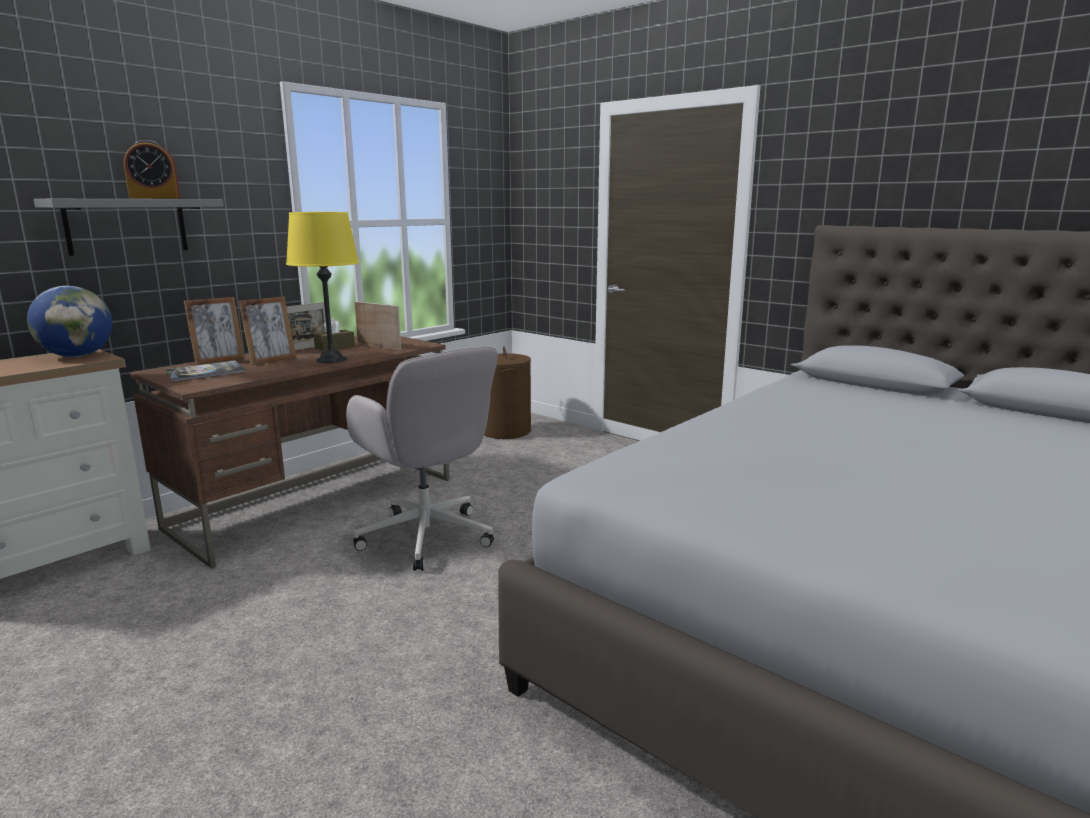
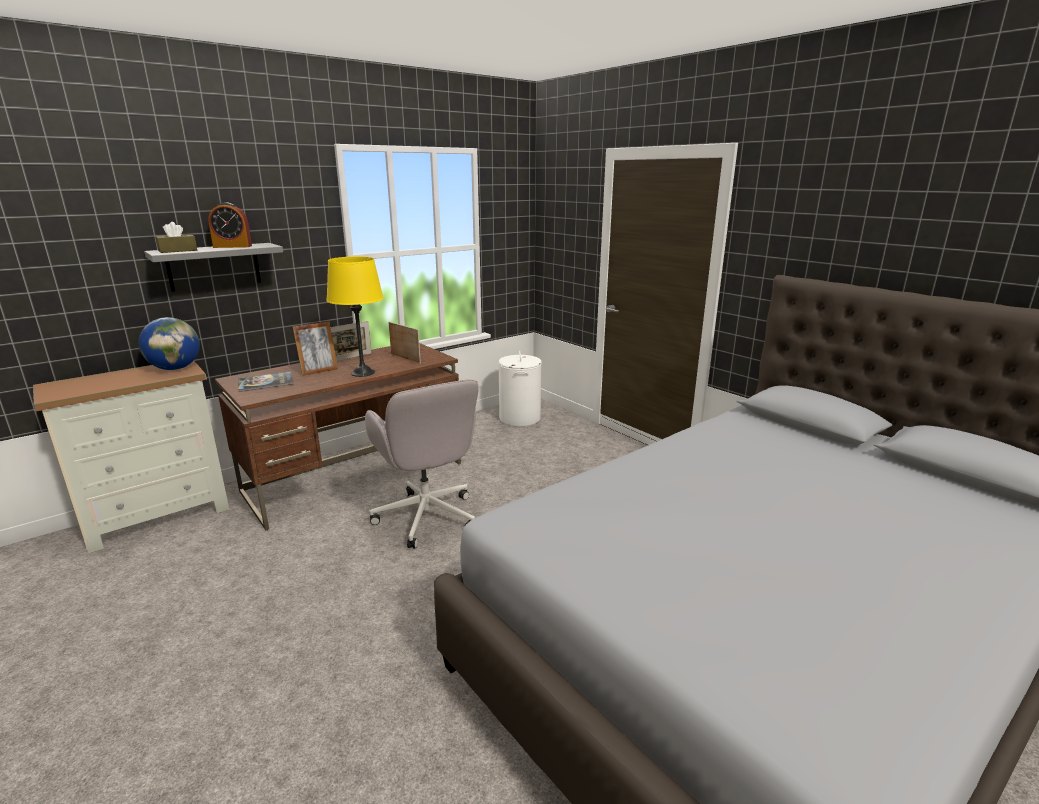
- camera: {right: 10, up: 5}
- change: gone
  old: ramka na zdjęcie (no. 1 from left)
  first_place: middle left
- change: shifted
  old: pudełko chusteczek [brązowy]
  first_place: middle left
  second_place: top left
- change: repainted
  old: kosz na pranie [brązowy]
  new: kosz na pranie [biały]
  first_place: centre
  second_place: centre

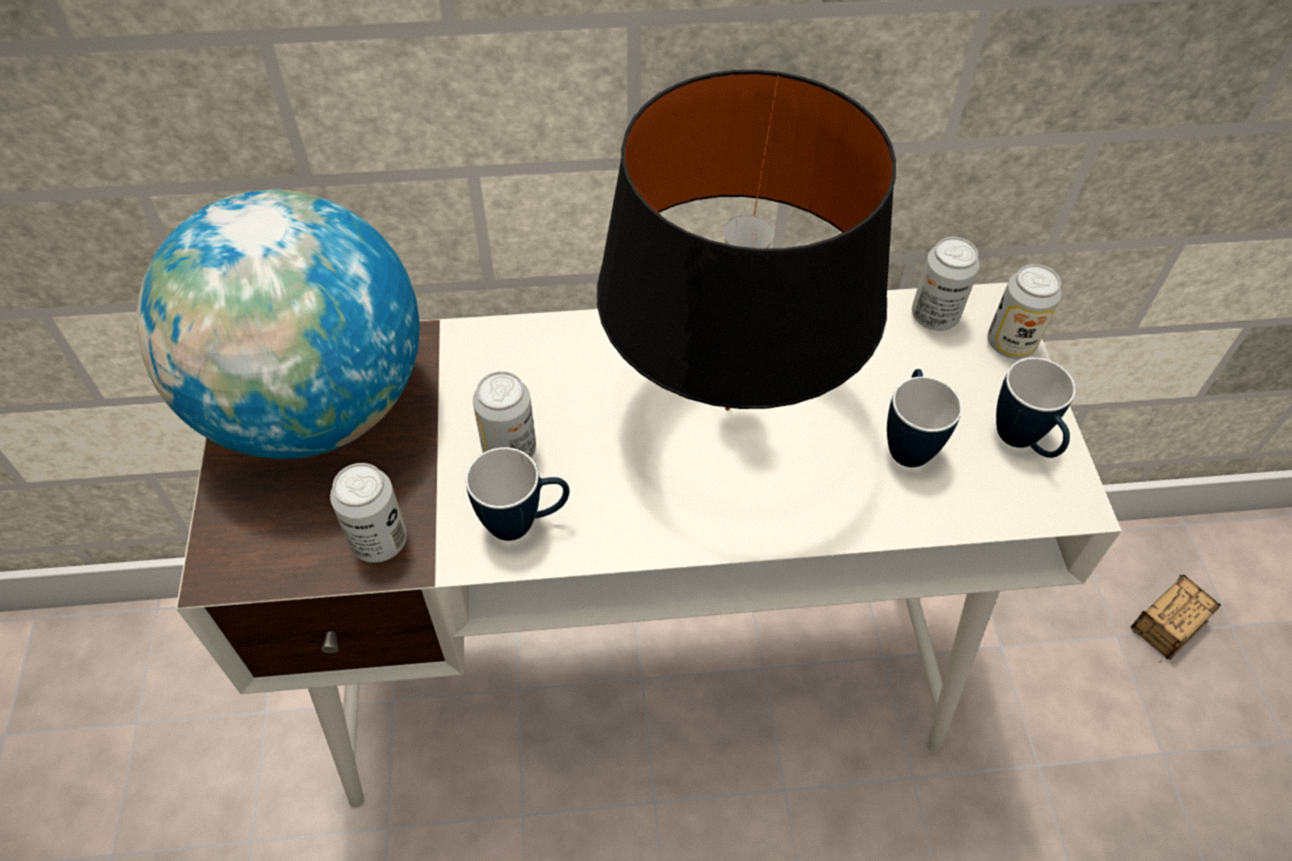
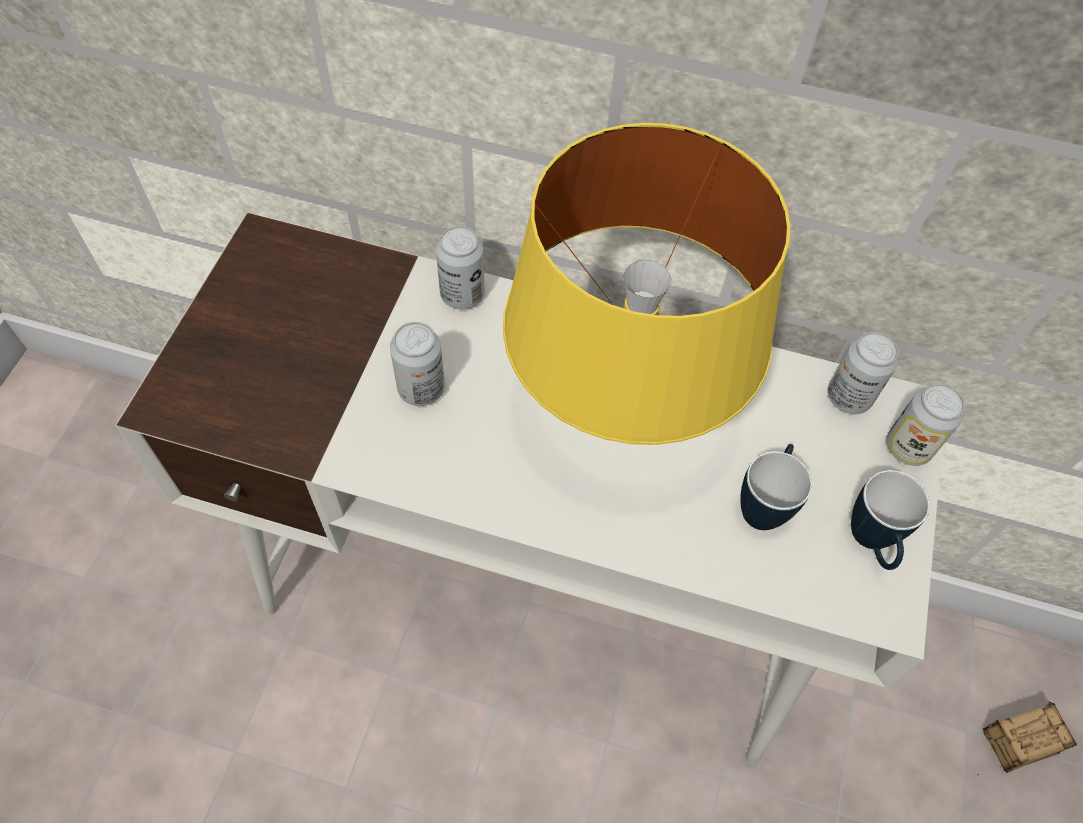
- camera: {right: 20, up: 5}
- change: gone
  old: globus
  first_place: middle left
- change: gone
  old: kubek (no. 1 from left)
  first_place: centre
- change: shifted
  old: puszka (no. 1 from left in the first image)
  new: puszka (no. 2 from left)
  first_place: middle left
  second_place: top centre
- change: repainted
  old: lampa stołowa [czarny]
  new: lampa stołowa [żółty]
  first_place: top centre
  second_place: centre

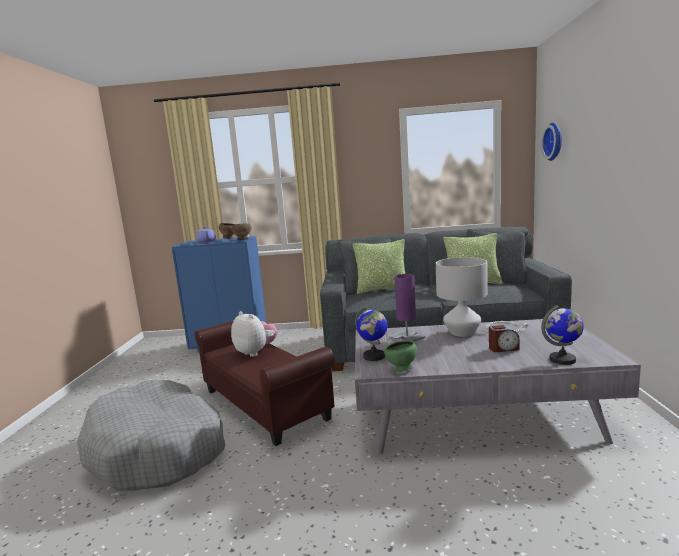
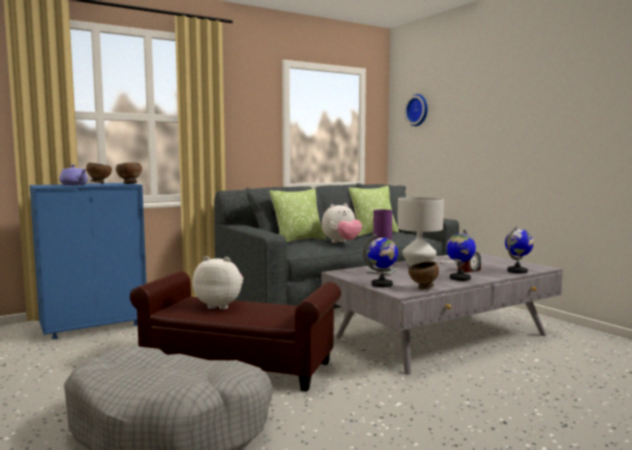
- camera: {right: -35, up: -5}
- change: new
  new: pluszak (no. 2 from left)
  second_place: centre
- change: new
  new: globus (no. 2 from left)
  second_place: middle right
- change: repainted
  old: miska [zielony]
  new: miska [brązowy] (no. 3 from left)
  first_place: centre
  second_place: middle right

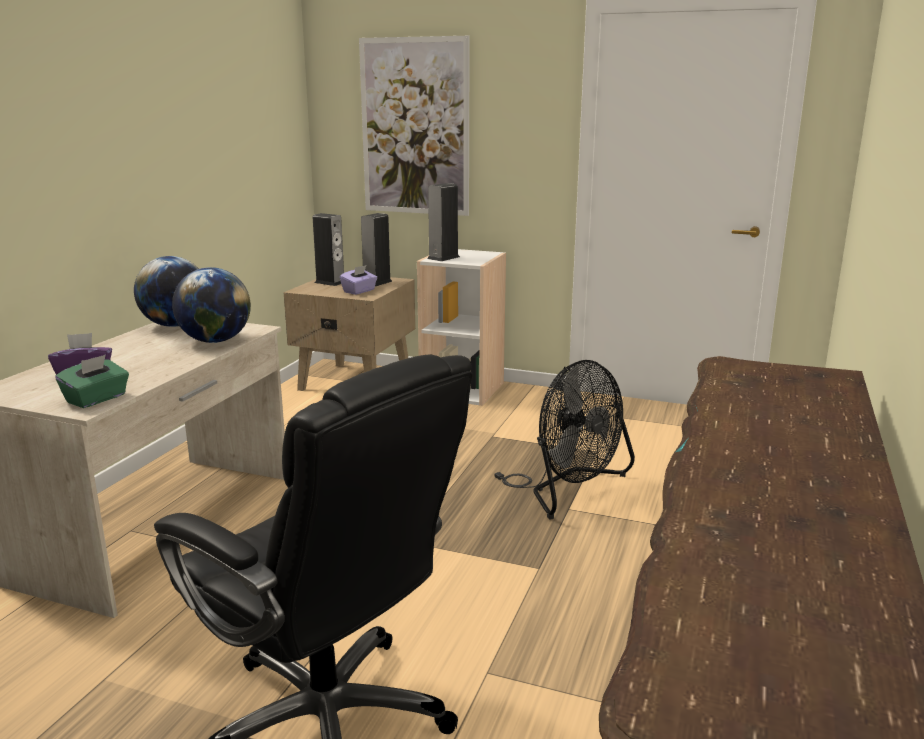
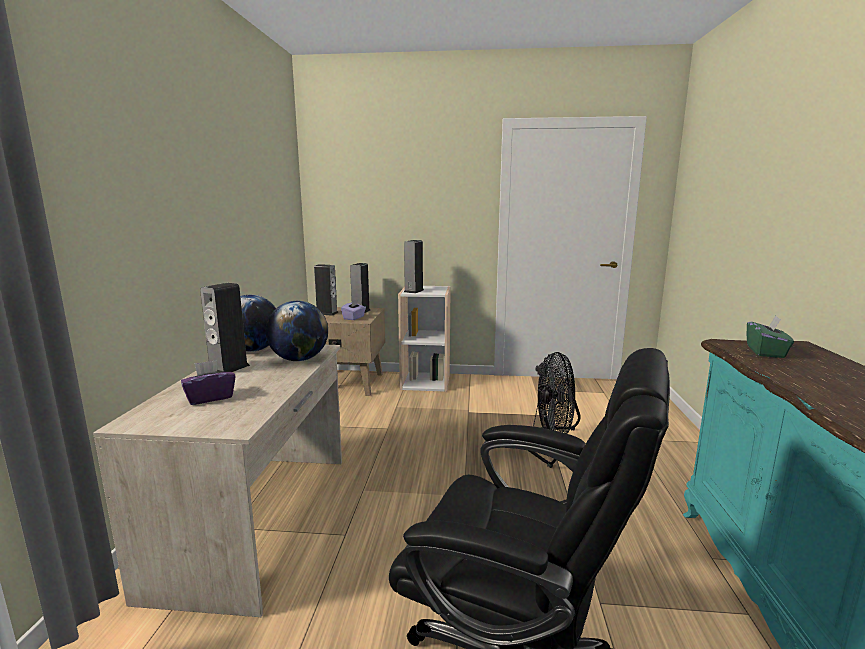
- camera: {right: -15, up: -5}
- change: gone
  old: obraz
  first_place: top centre
- change: new
  new: głośnik (no. 1 from left)
  second_place: middle left
- change: shifted
  old: pudełko chusteczek [zielony]
  first_place: middle left
  second_place: middle right

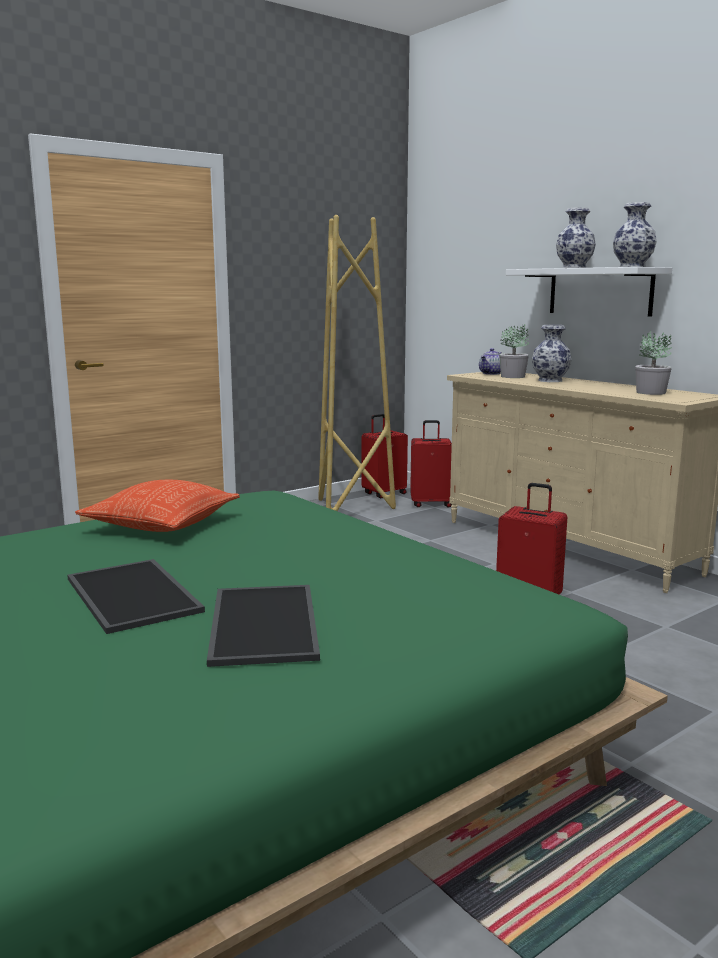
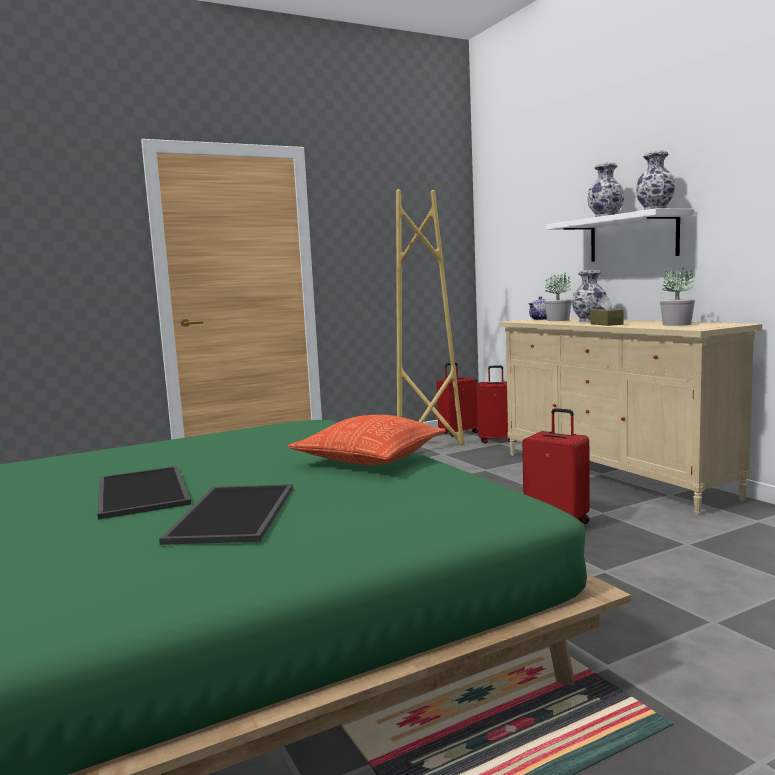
- camera: {right: 10, up: -5}
- change: new
  new: pudełko chusteczek [brązowy]
  second_place: middle right
- change: shifted
  old: poduszka [pomarańczowy]
  first_place: middle left
  second_place: centre

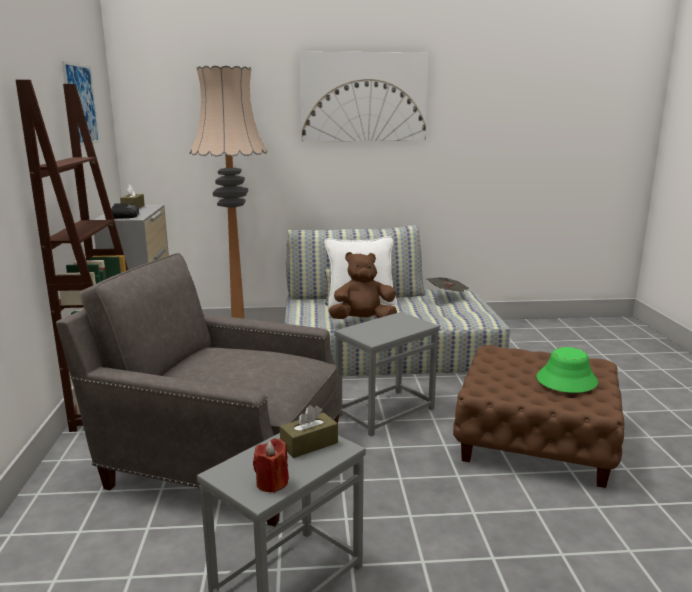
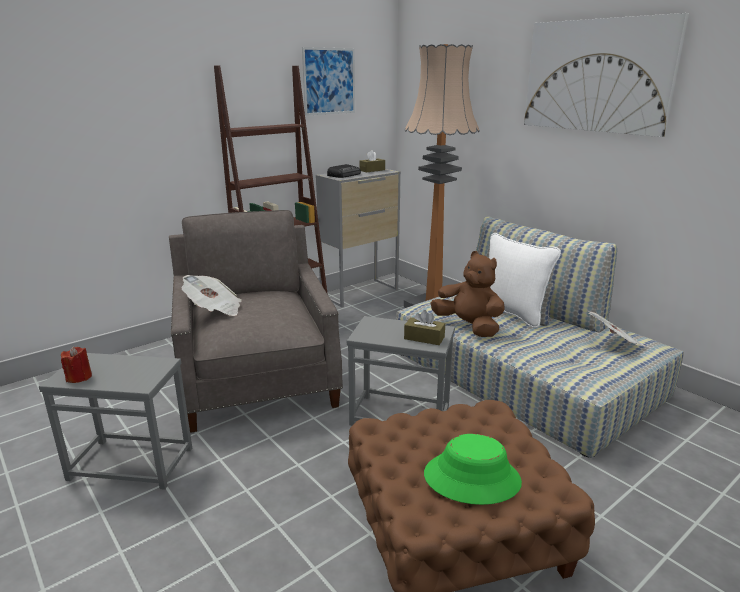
- camera: {right: 55, up: 5}
- change: new
  new: gazeta (no. 1 from left)
  second_place: middle left
- change: shifted
  old: pudełko chusteczek [brązowy] (no. 2 from left)
  first_place: bottom centre
  second_place: centre

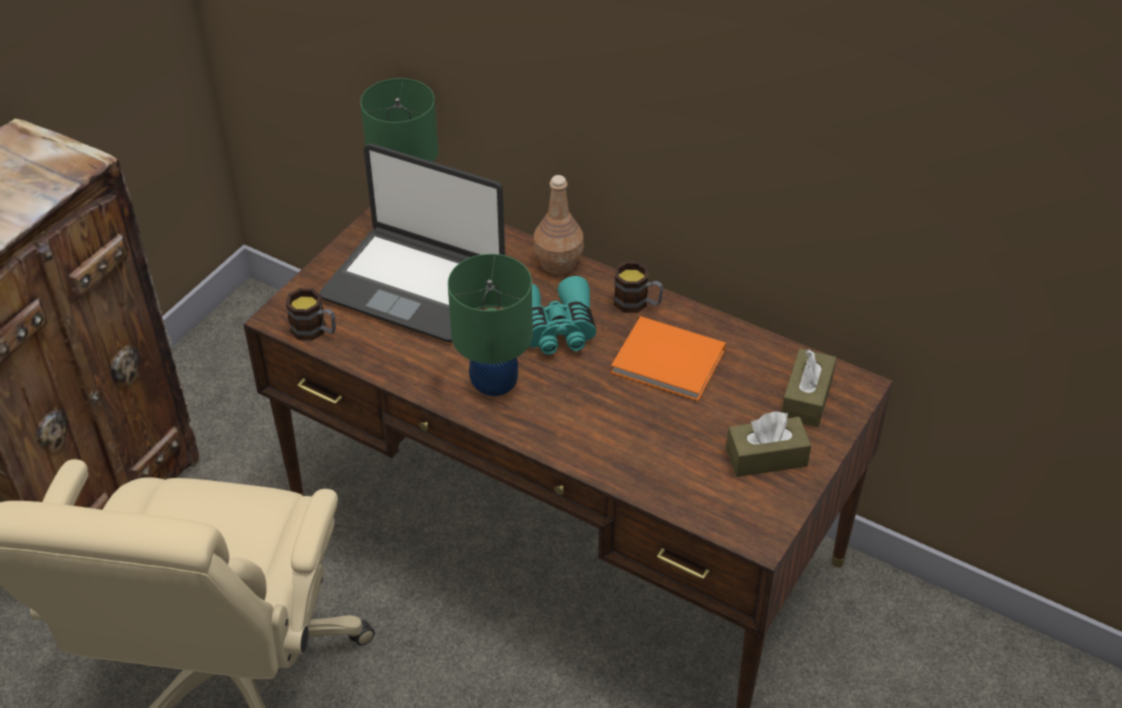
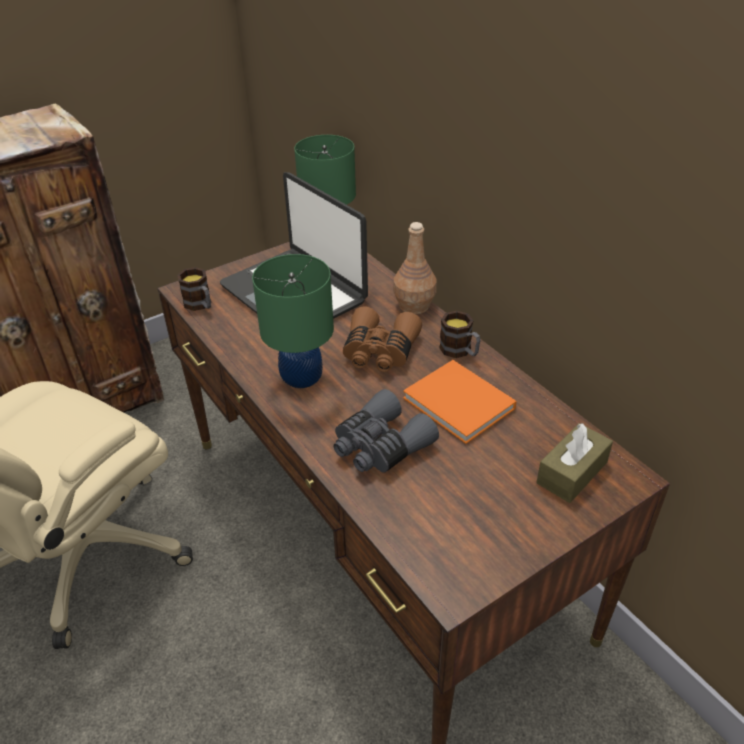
- camera: {right: 25, up: -5}
- change: gone
  old: pudełko chusteczek [brązowy] (no. 1 from left)
  first_place: middle right
- change: new
  new: lornetka [szary]
  second_place: centre
- change: repainted
  old: lornetka [turkusowy]
  new: lornetka [brązowy]
  first_place: centre
  second_place: centre

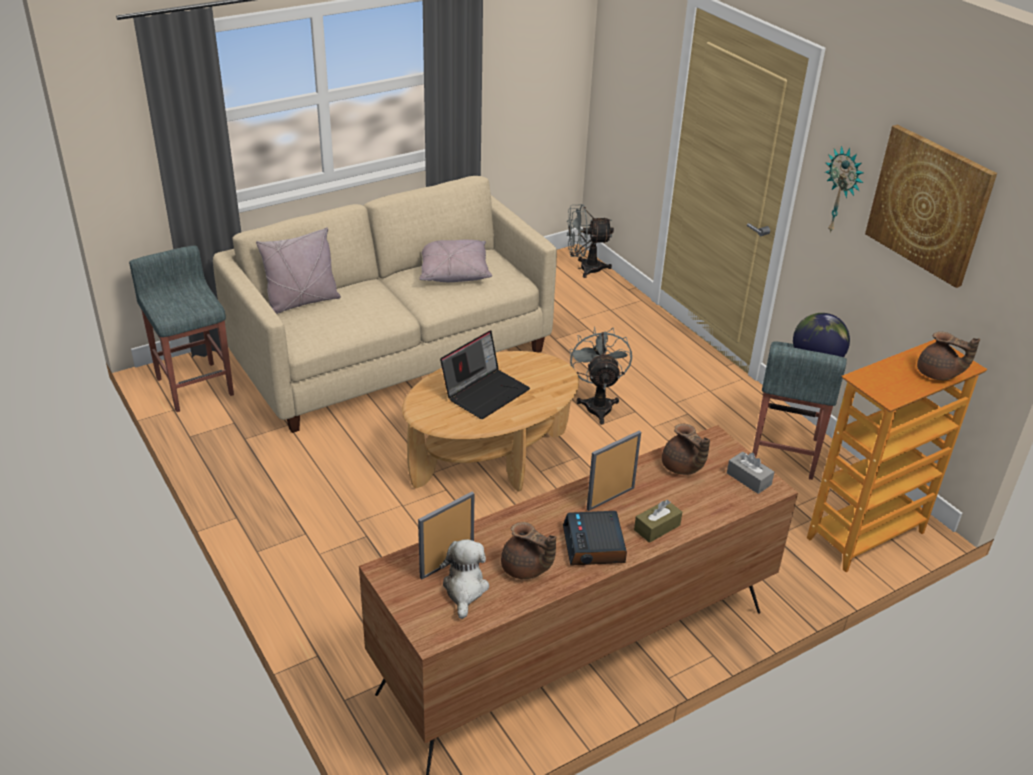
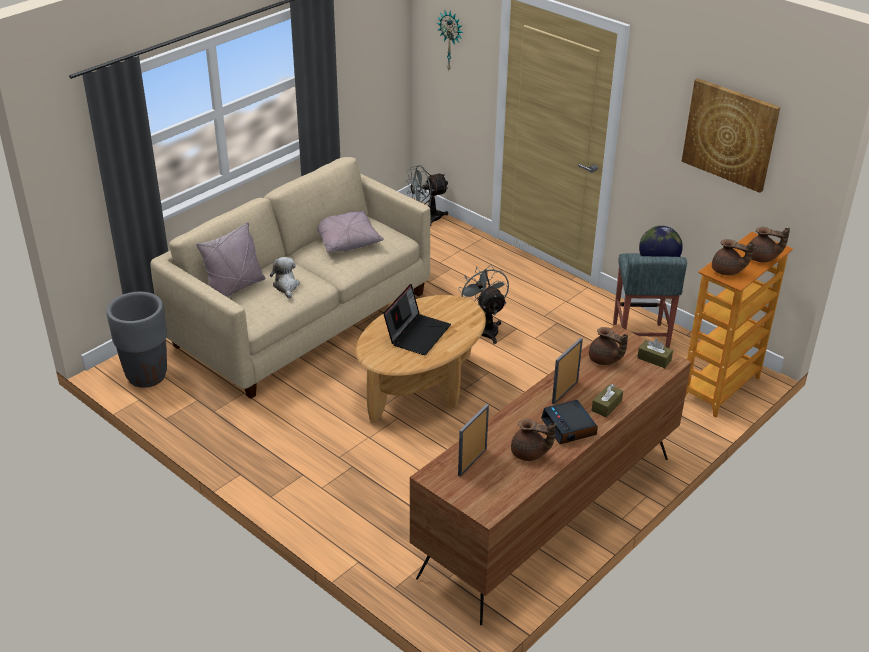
- camera: {right: -15, up: 0}
- change: new
  new: imbryk [brązowy] (no. 3 from left)
  second_place: middle right
- change: shifted
  old: pluszak
  first_place: bottom centre
  second_place: middle left
- change: shifted
  old: zegar ścienny
  first_place: top right
  second_place: top centre
- change: swapped
  old: stołek [szary] (no. 1 from left)
  new: donica [szary]
  first_place: middle left
  second_place: middle left
- change: repainted
  old: pudełko chusteczek [szary]
  new: pudełko chusteczek [brązowy] (no. 2 from left)
  first_place: middle right
  second_place: middle right

